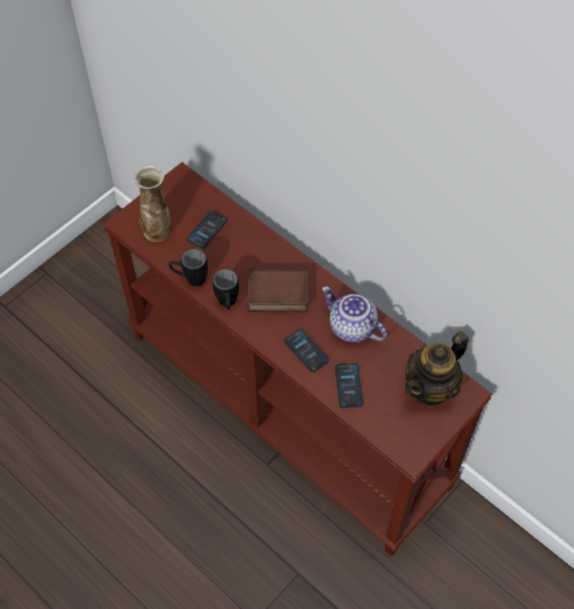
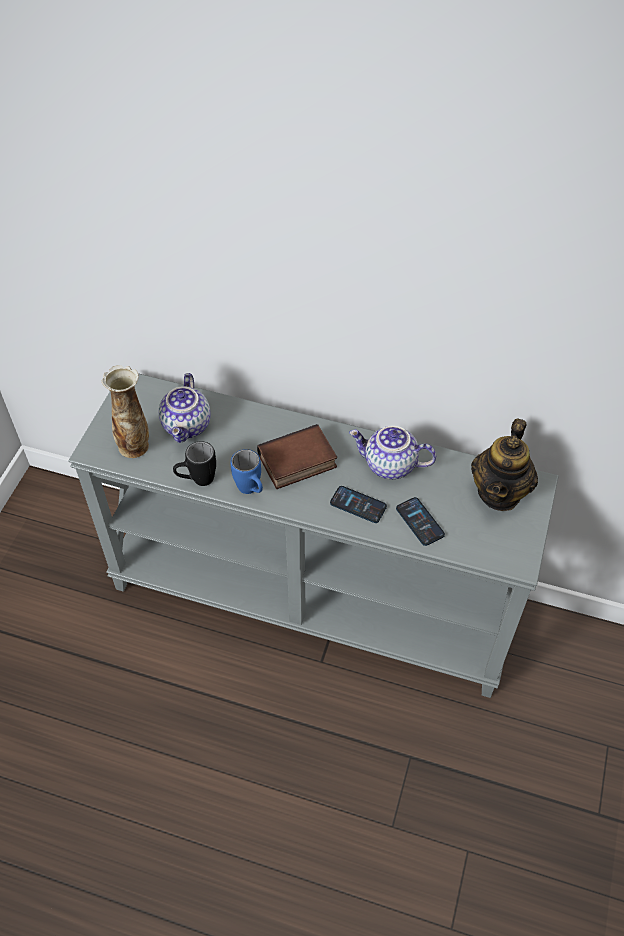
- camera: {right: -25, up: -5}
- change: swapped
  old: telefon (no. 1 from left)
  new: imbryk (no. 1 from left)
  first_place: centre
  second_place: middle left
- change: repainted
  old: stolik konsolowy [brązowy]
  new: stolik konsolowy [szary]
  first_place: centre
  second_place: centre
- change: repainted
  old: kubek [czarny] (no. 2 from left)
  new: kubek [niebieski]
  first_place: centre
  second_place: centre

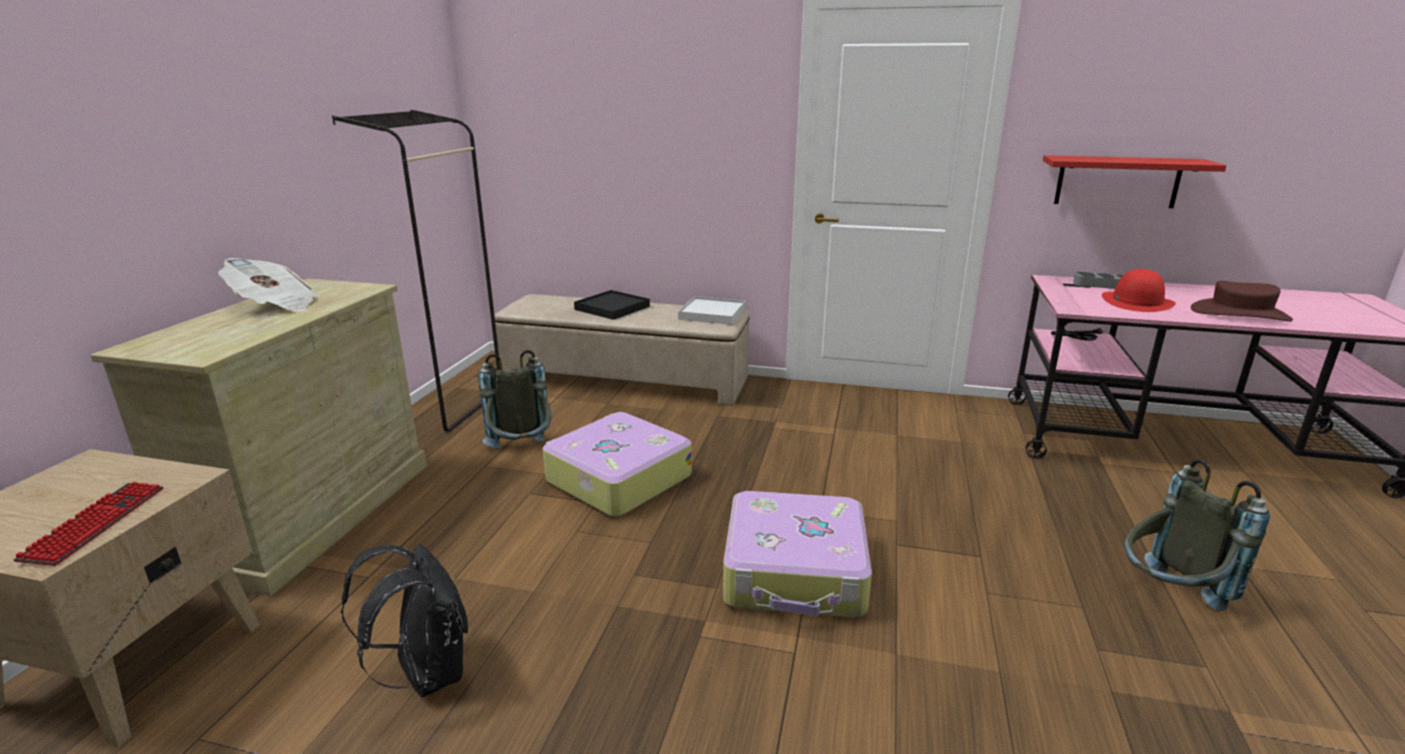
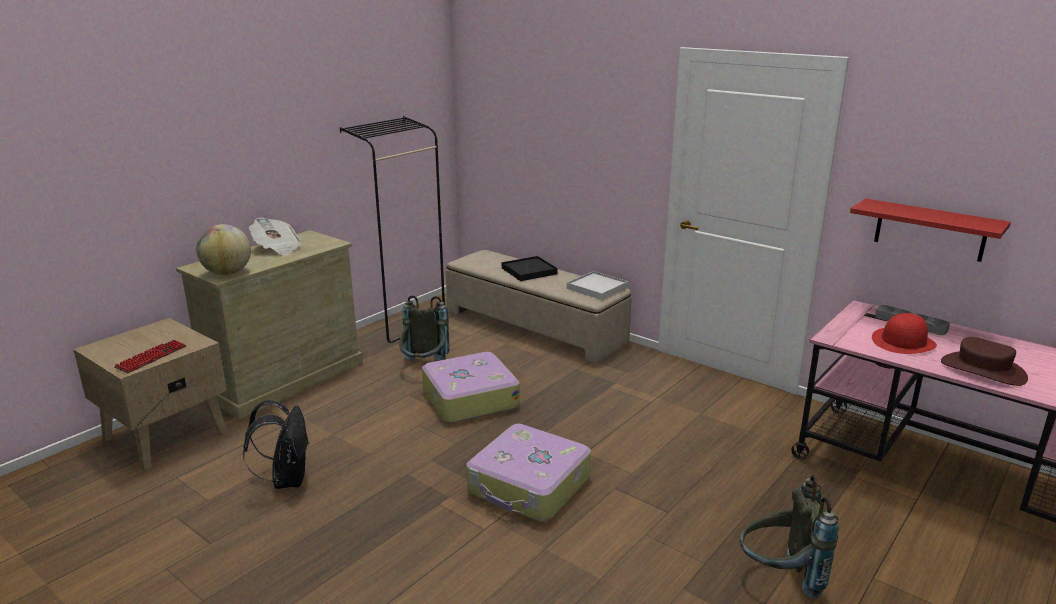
- camera: {right: 25, up: 0}
- change: new
  new: globus
  second_place: middle left

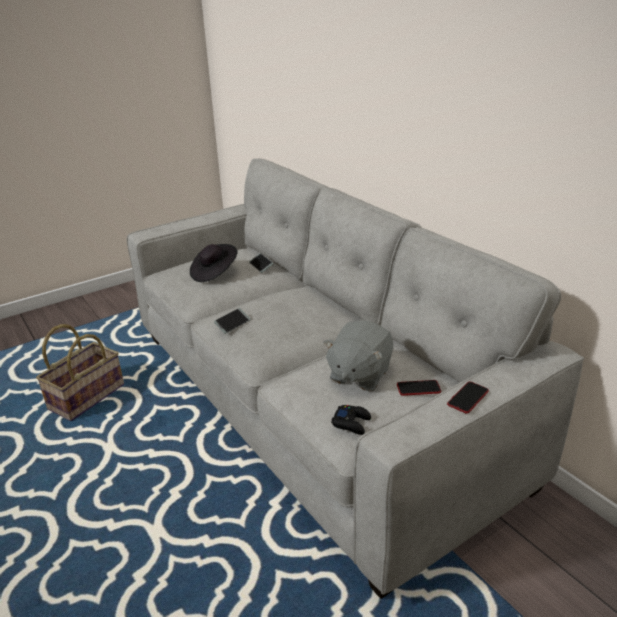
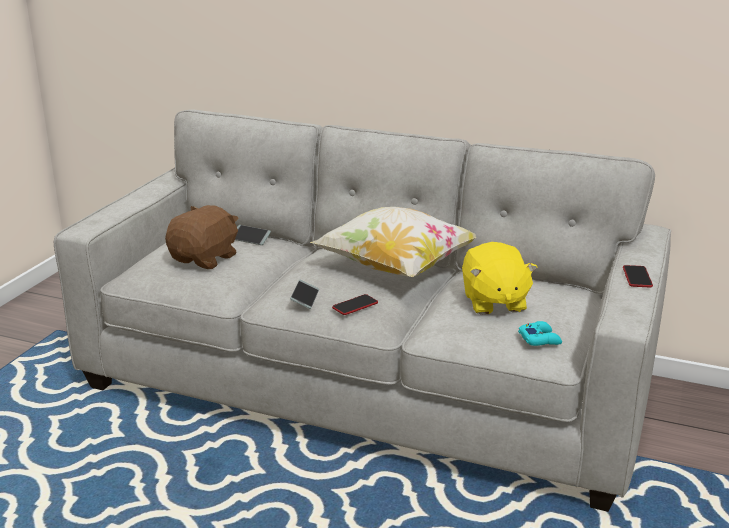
- camera: {right: -35, up: -5}
- change: gone
  old: koszyk
  first_place: middle left
- change: new
  new: poduszka
  second_place: centre
- change: shifted
  old: telefon (no. 3 from left)
  first_place: middle right
  second_place: centre
- change: swapped
  old: kapelusz [czarny]
  new: pluszak [brązowy]
  first_place: centre
  second_place: middle left
- change: repainted
  old: pluszak [szary]
  new: pluszak [żółty]
  first_place: centre
  second_place: middle right
- change: repainted
  old: pad do gier [czarny]
  new: pad do gier [turkusowy]
  first_place: bottom centre
  second_place: middle right

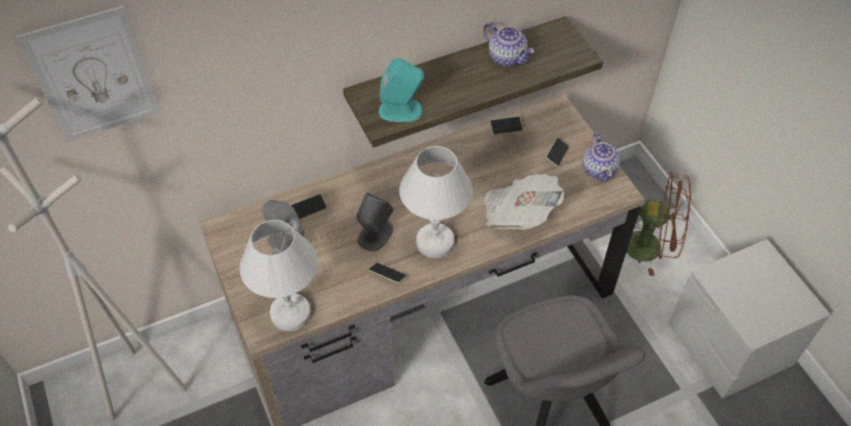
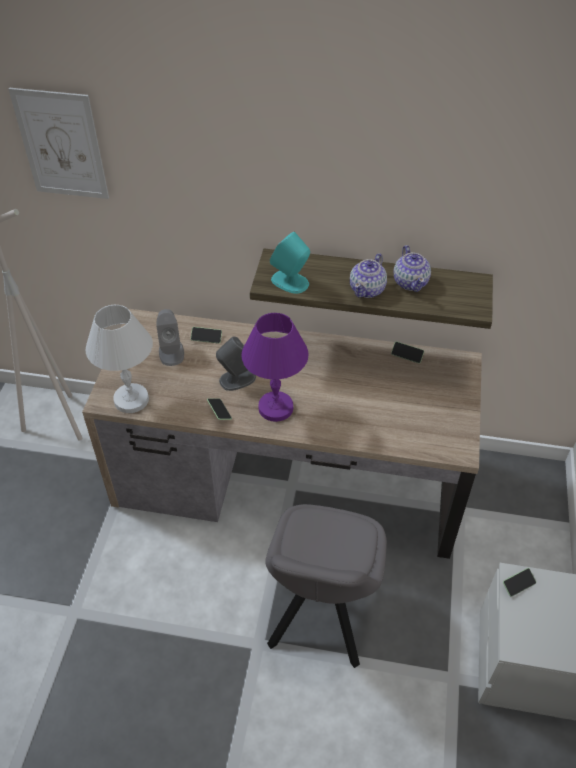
- camera: {right: 35, up: -5}
- change: gone
  old: gazeta
  first_place: centre
- change: gone
  old: wentylator [brązowy]
  first_place: middle right
- change: shifted
  old: telefon (no. 4 from left)
  first_place: centre
  second_place: bottom right
- change: shifted
  old: imbryk (no. 2 from left in the first image)
  new: imbryk (no. 1 from left)
  first_place: middle right
  second_place: centre
- change: repainted
  old: lampa stołowa [biały] (no. 2 from left)
  new: lampa stołowa [fioletowy]
  first_place: centre
  second_place: centre

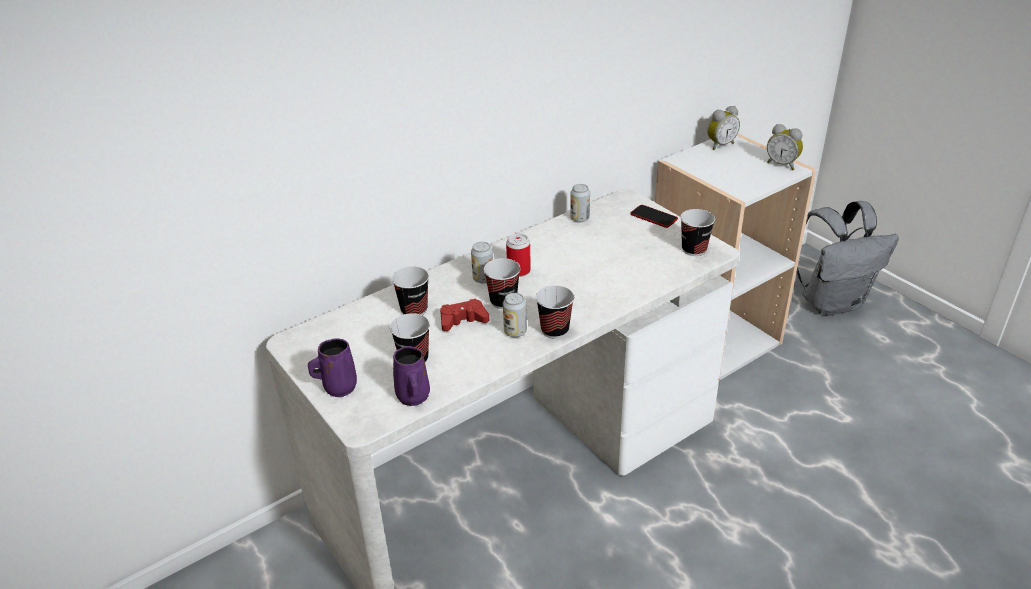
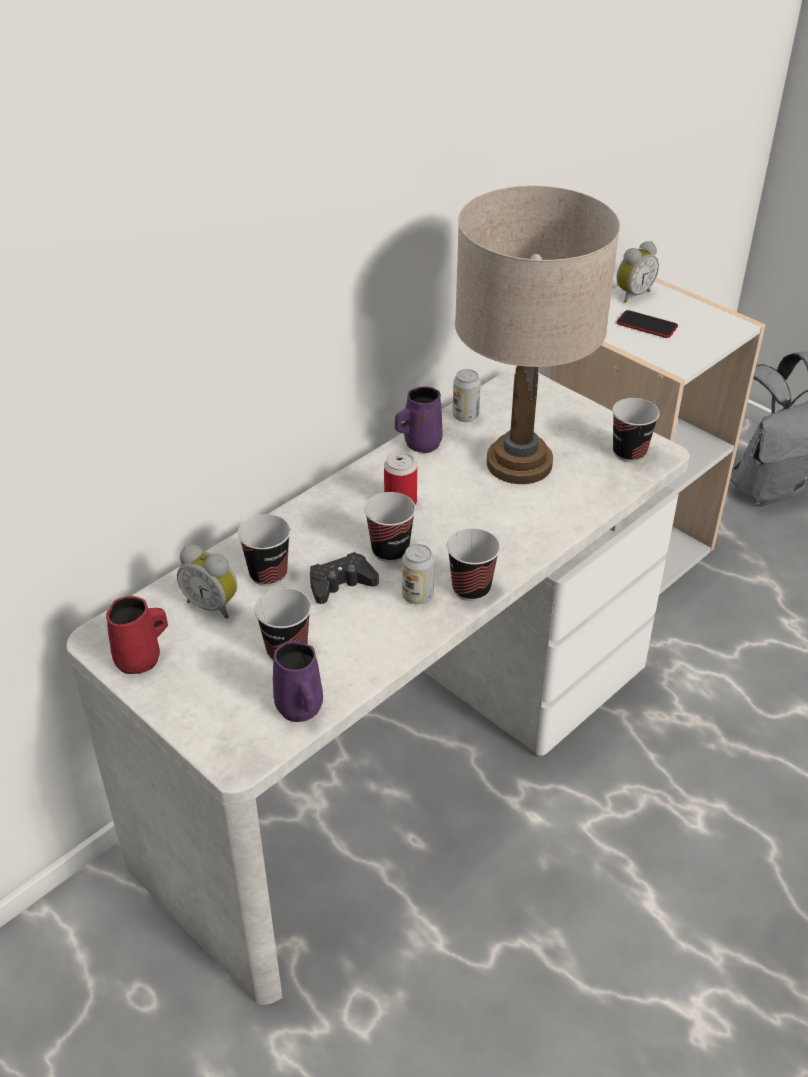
- camera: {right: -10, up: 5}
- change: gone
  old: puszka (no. 1 from left)
  first_place: centre
- change: new
  new: kubek [czerwony]
  second_place: middle left
- change: new
  new: lampa stołowa [beżowy]
  second_place: top centre
- change: shifted
  old: kubek [fioletowy] (no. 1 from left in the first image)
  new: kubek [fioletowy] (no. 2 from left)
  first_place: middle left
  second_place: centre
- change: shifted
  old: telefon
  first_place: centre
  second_place: top right
- change: shifted
  old: budzik (no. 2 from left in the first image)
  new: budzik (no. 1 from left)
  first_place: top right
  second_place: middle left
- change: repainted
  old: pad do gier [czerwony]
  new: pad do gier [czarny]
  first_place: centre
  second_place: centre

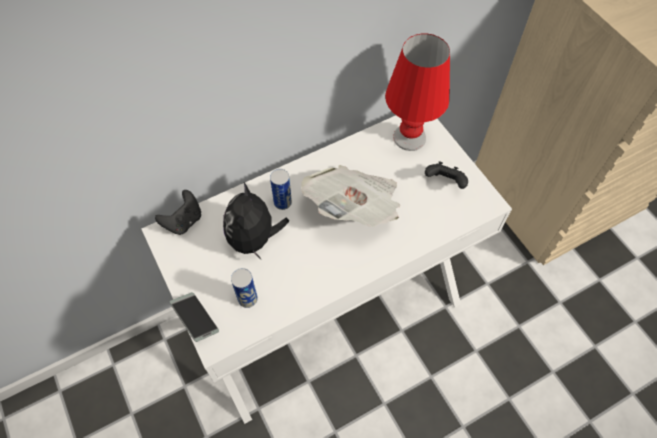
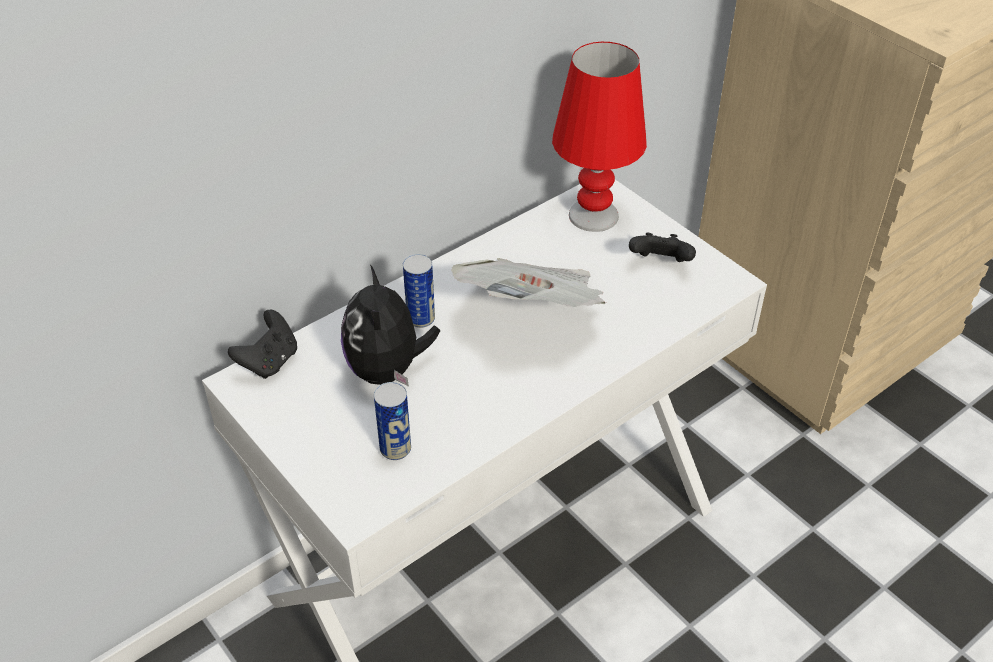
- camera: {right: -10, up: -15}
- change: gone
  old: telefon
  first_place: bottom left

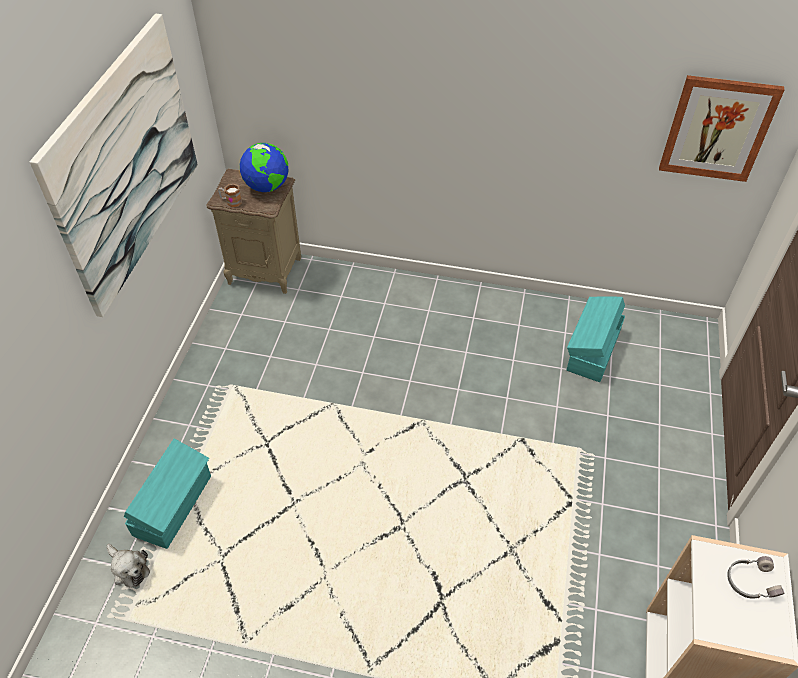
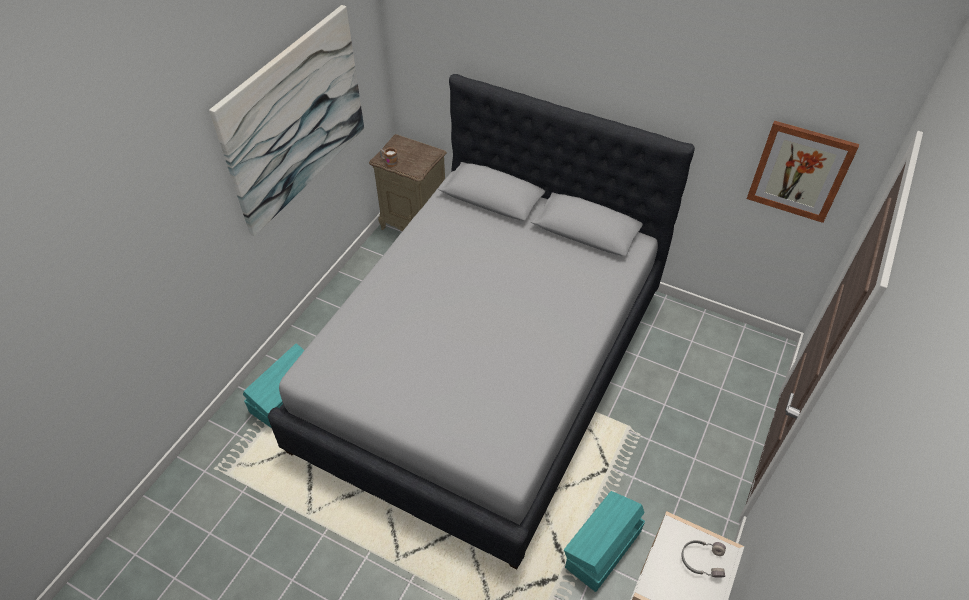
- camera: {right: 15, up: 0}
- change: gone
  old: pluszak
  first_place: bottom left
- change: gone
  old: globus
  first_place: top left
- change: new
  new: łóżko [szary]
  second_place: centre
- change: shifted
  old: pojemnik do przechowywania [turkusowy] (no. 2 from left)
  first_place: middle right
  second_place: bottom centre

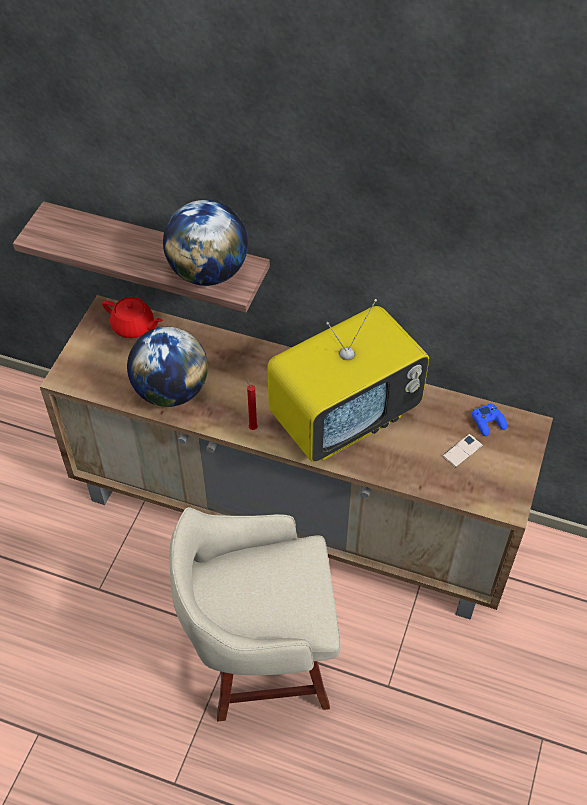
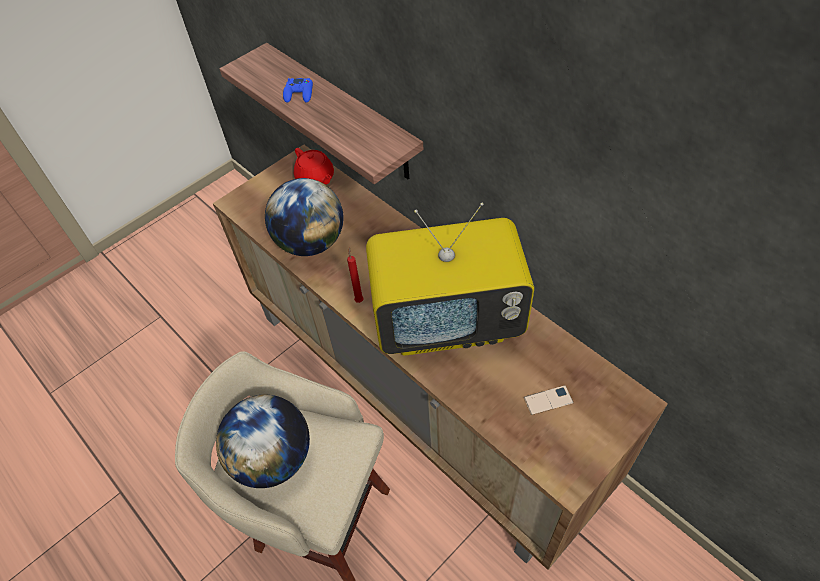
- camera: {right: 30, up: 0}
- change: shifted
  old: globus (no. 2 from left in the first image)
  new: globus (no. 1 from left)
  first_place: top centre
  second_place: bottom left
- change: shifted
  old: pad do gier [niebieski]
  first_place: middle right
  second_place: top centre

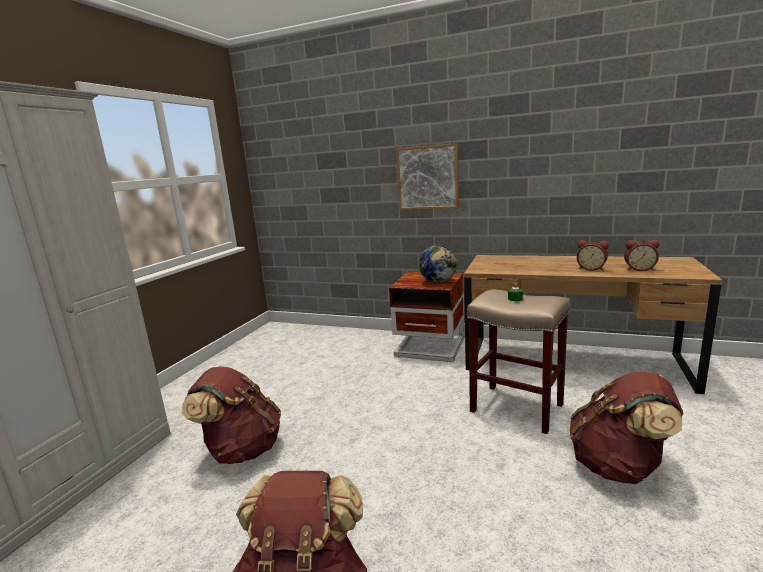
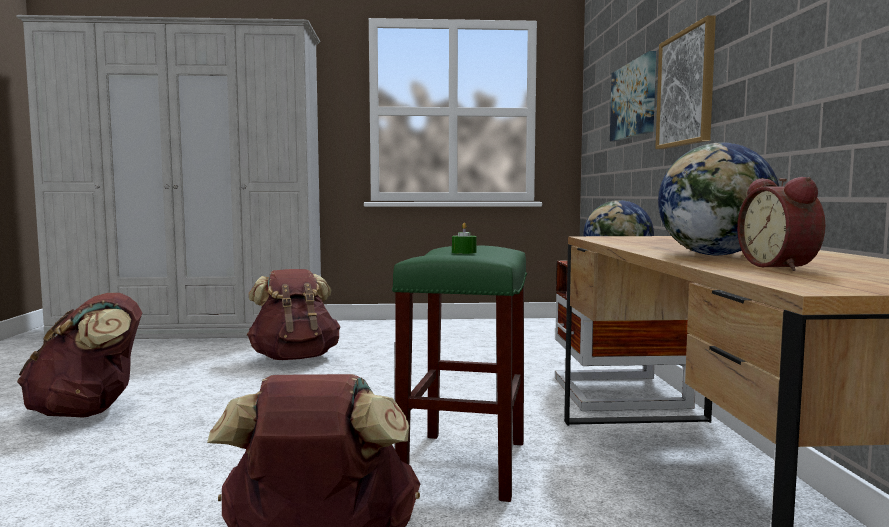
- camera: {right: 65, up: -10}
- change: new
  new: obraz (no. 1 from left)
  second_place: top right
- change: swapped
  old: budzik (no. 1 from left)
  new: globus (no. 2 from left)
  first_place: middle right
  second_place: middle right
- change: repainted
  old: stołek [beżowy]
  new: stołek [zielony]
  first_place: middle right
  second_place: bottom centre

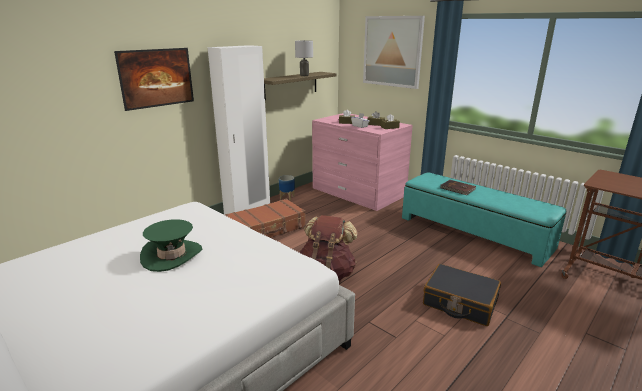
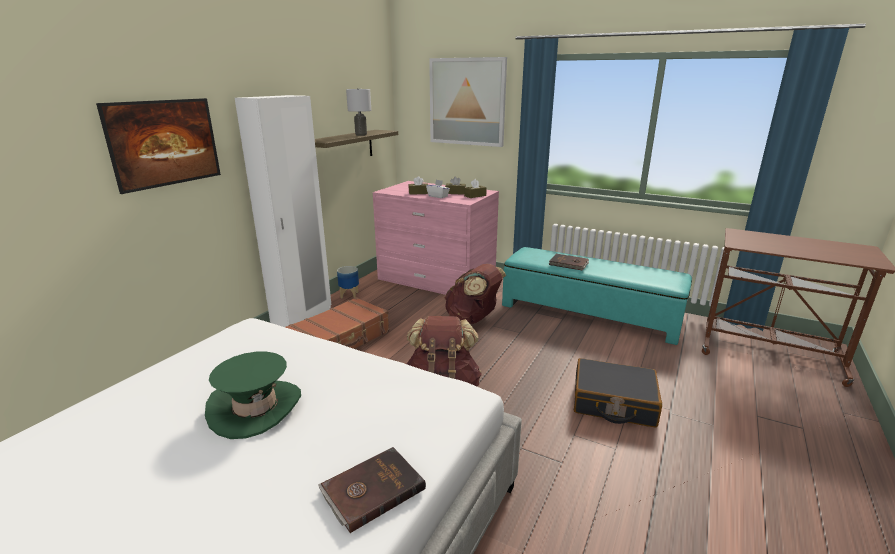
- camera: {right: -15, up: 0}
- change: new
  new: książka [brązowy] (no. 1 from left)
  second_place: bottom centre
- change: new
  new: plecak [brązowy] (no. 2 from left)
  second_place: centre

